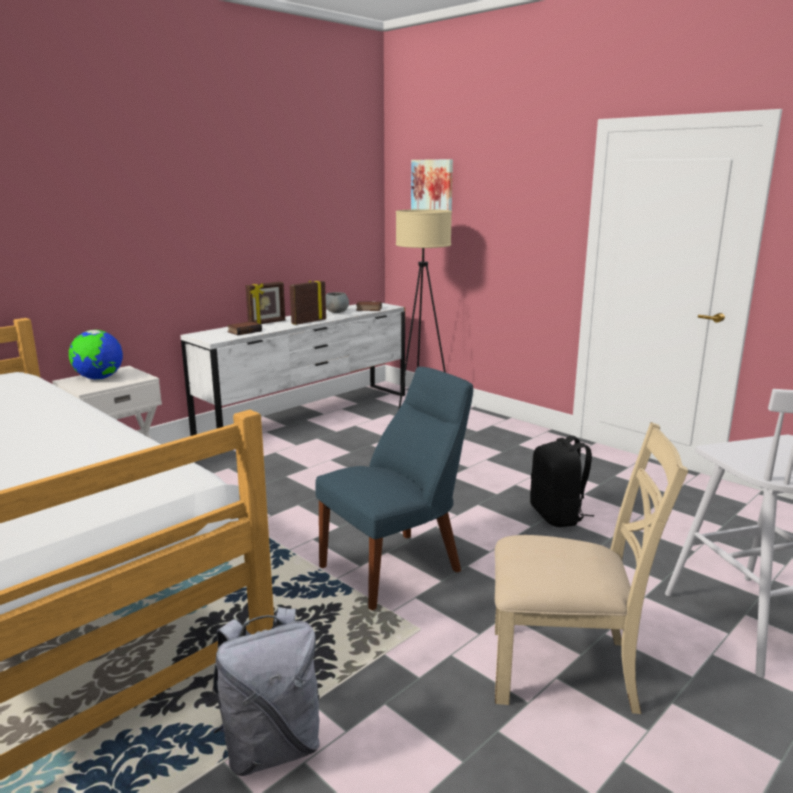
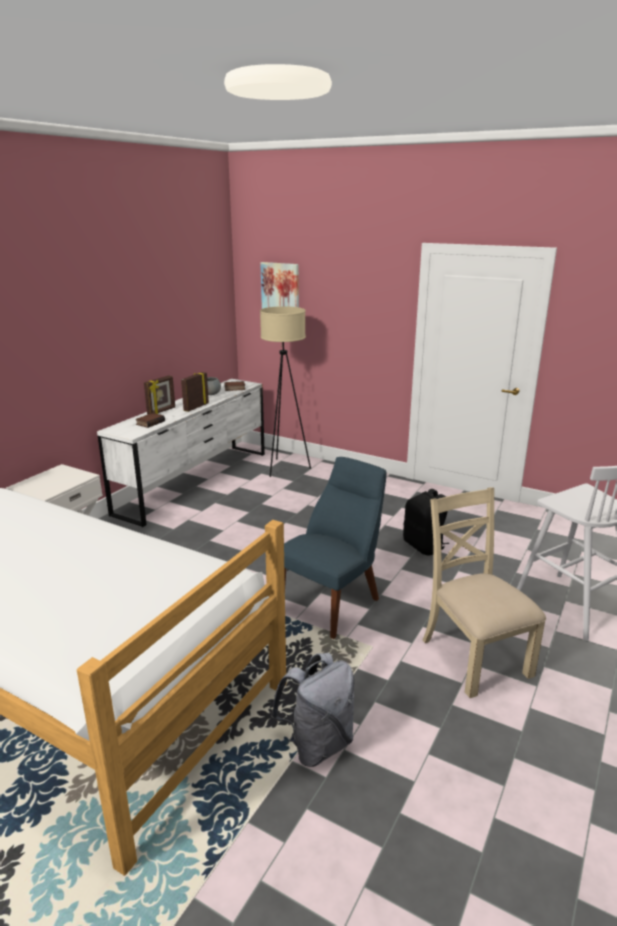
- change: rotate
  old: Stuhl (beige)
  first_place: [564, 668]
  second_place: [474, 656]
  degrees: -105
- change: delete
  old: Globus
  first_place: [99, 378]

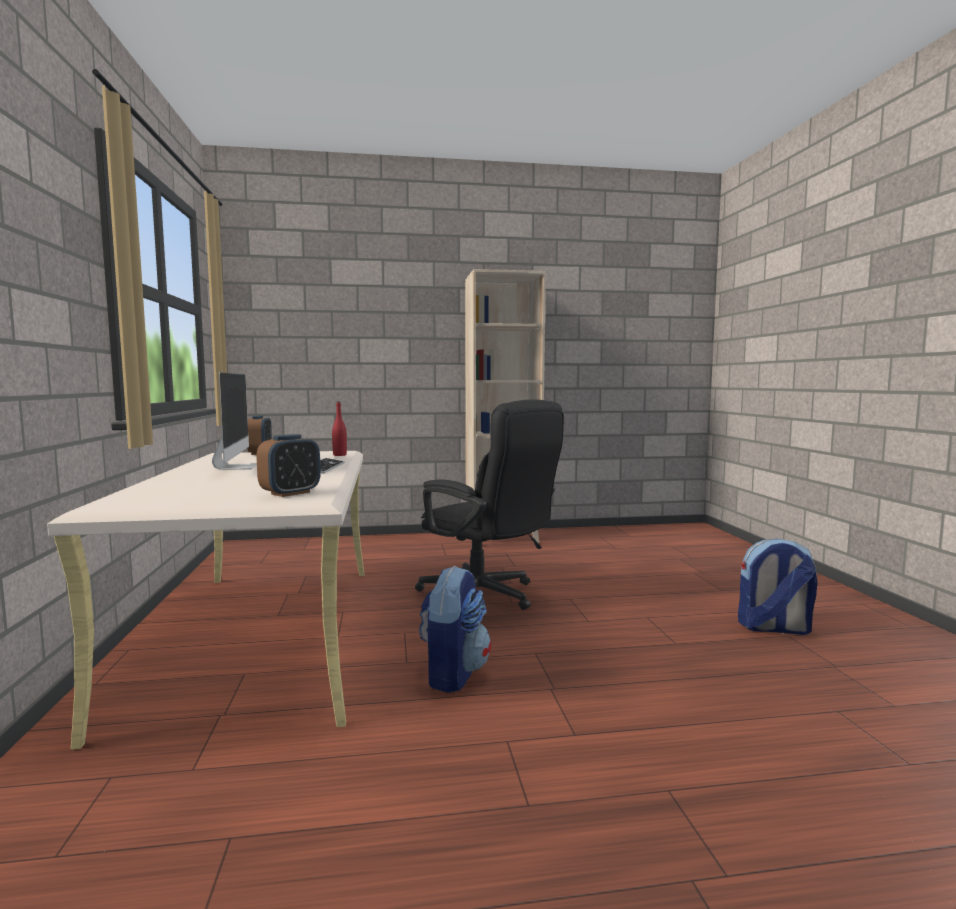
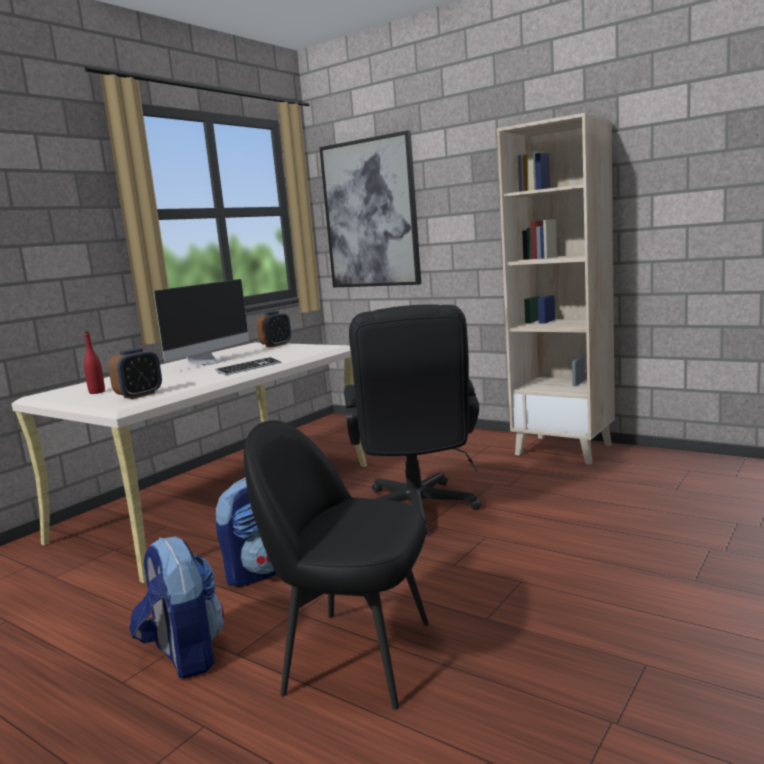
- change: move
  old: Flasche (rot)
  first_place: [339, 455]
  second_place: [97, 392]
- change: rotate
  old: Wecker
  first_place: [290, 493]
  second_place: [139, 395]
  degrees: -45
- change: move
  old: Rucksack
  first_place: [773, 628]
  second_place: [183, 655]
- change: insert
  new: Stuhl (schwarz)
  second_place: [354, 656]
- change: insert
  new: Bild
  second_place: [370, 214]

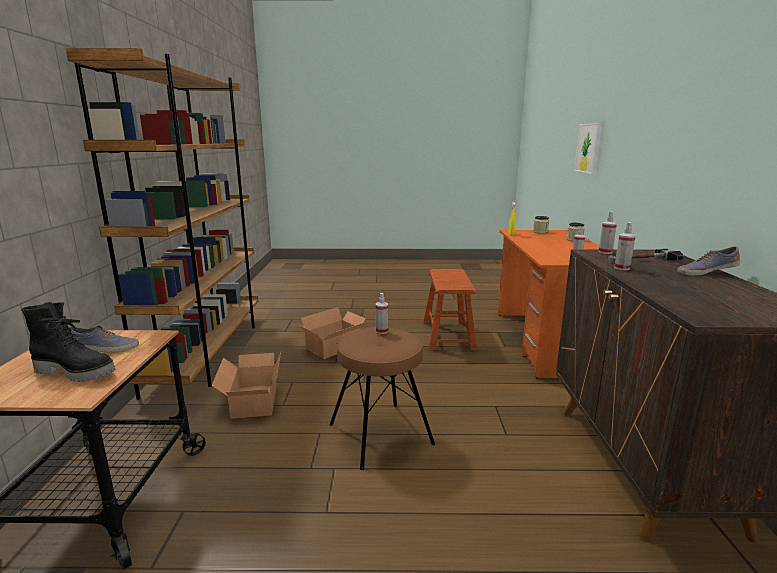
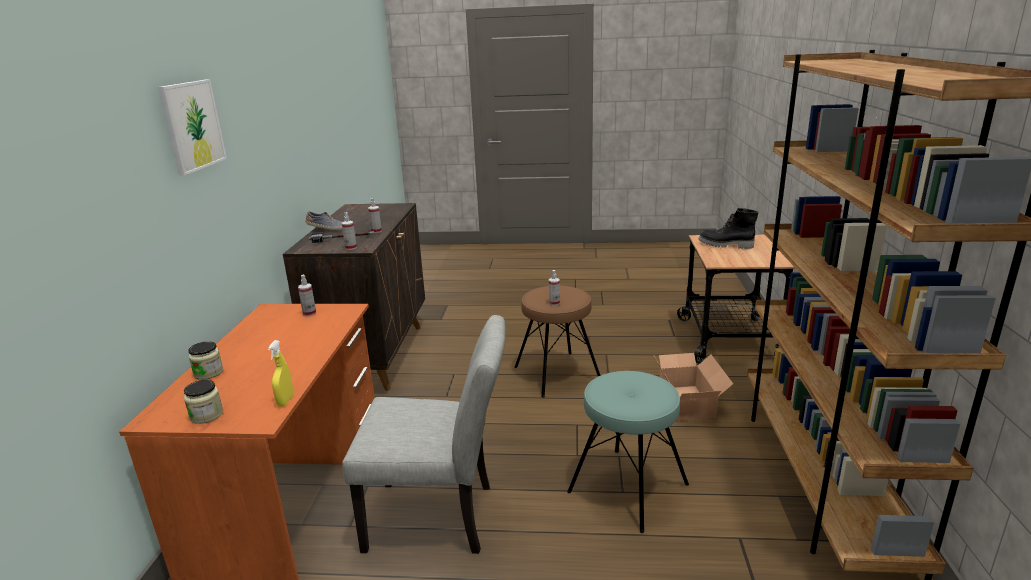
- change: move
  old: Bild
  first_place: [588, 148]
  second_place: [192, 126]
- change: replace
  old: Hocker (braun)
  new: Stuhl (grau)
  first_place: [448, 335]
  second_place: [441, 517]
- change: replace
  old: Karton
  new: Hocker (türkis)
  first_place: [335, 347]
  second_place: [628, 488]
- change: delete
  old: Schuh
  first_place: [103, 350]

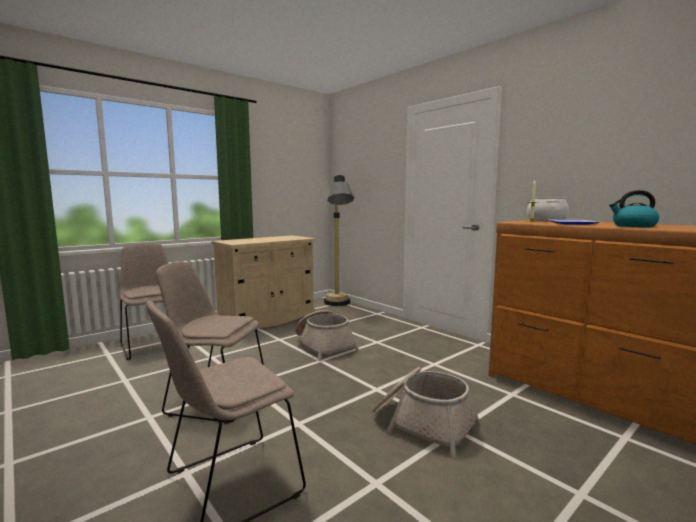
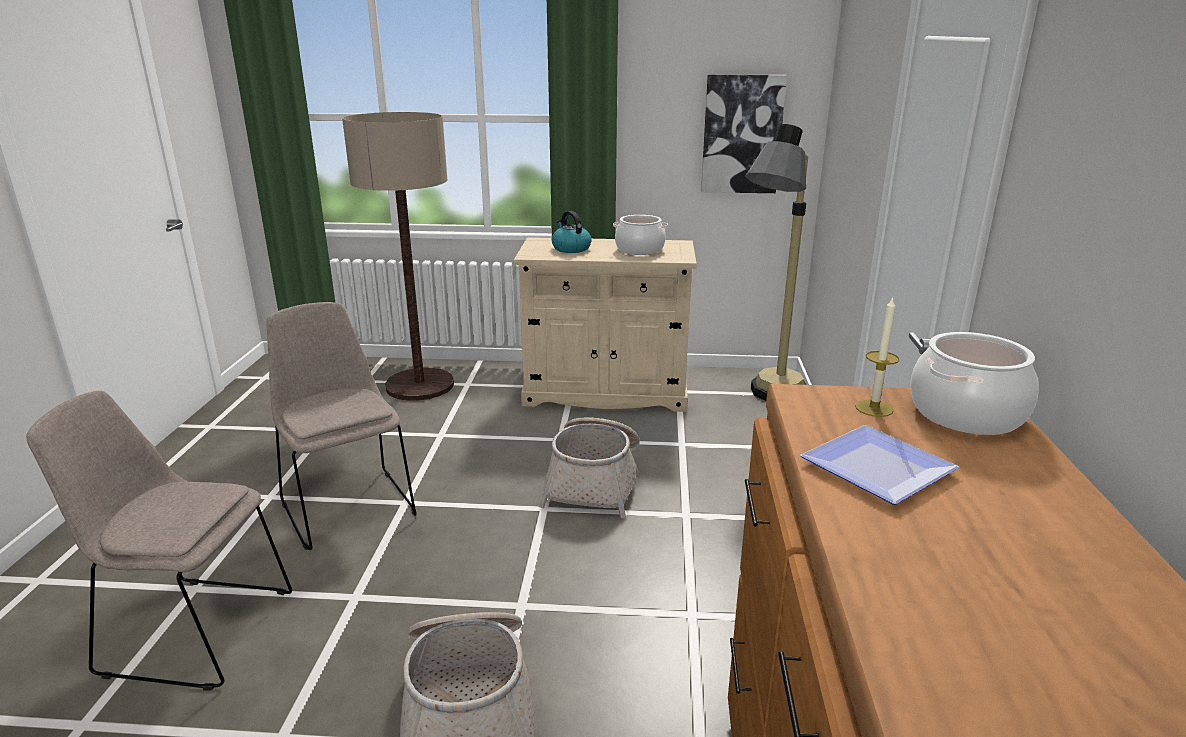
- change: replace
  old: Stuhl (beige)
  new: Stehlampe
  first_place: [154, 345]
  second_place: [420, 385]
- change: move
  old: Wasserkessel
  first_place: [633, 226]
  second_place: [570, 248]
- change: insert
  new: Kochtopf
  second_place: [640, 250]
- change: insert
  new: Bild
  second_place: [742, 134]

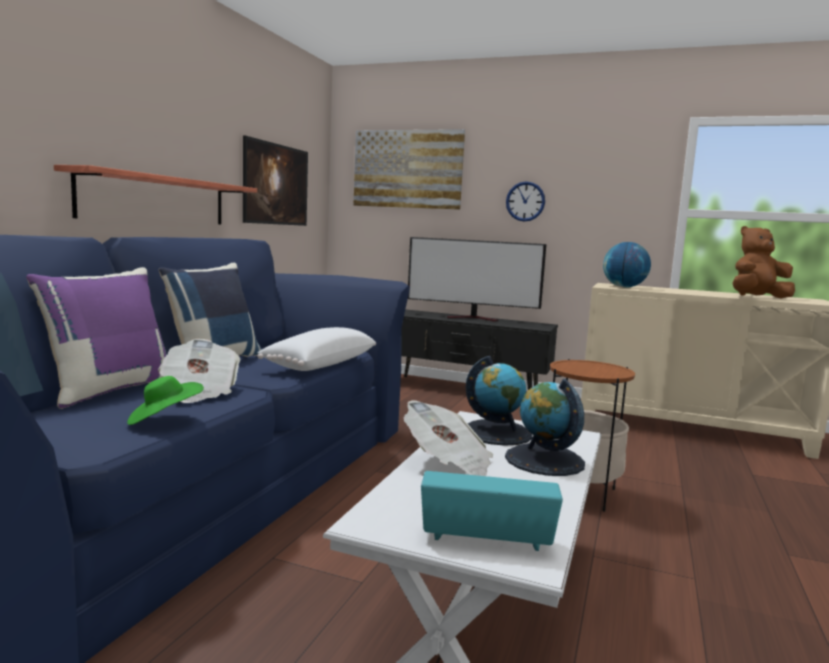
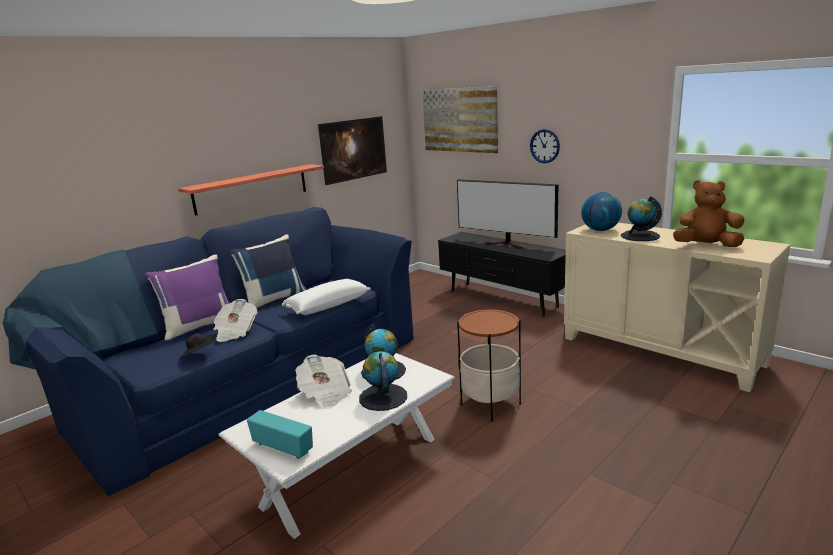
- change: recolor
  old: Hut (grün)
  new: Hut (schwarz)
  first_place: [164, 420]
  second_place: [198, 355]
- change: insert
  new: Globus
  second_place: [640, 236]

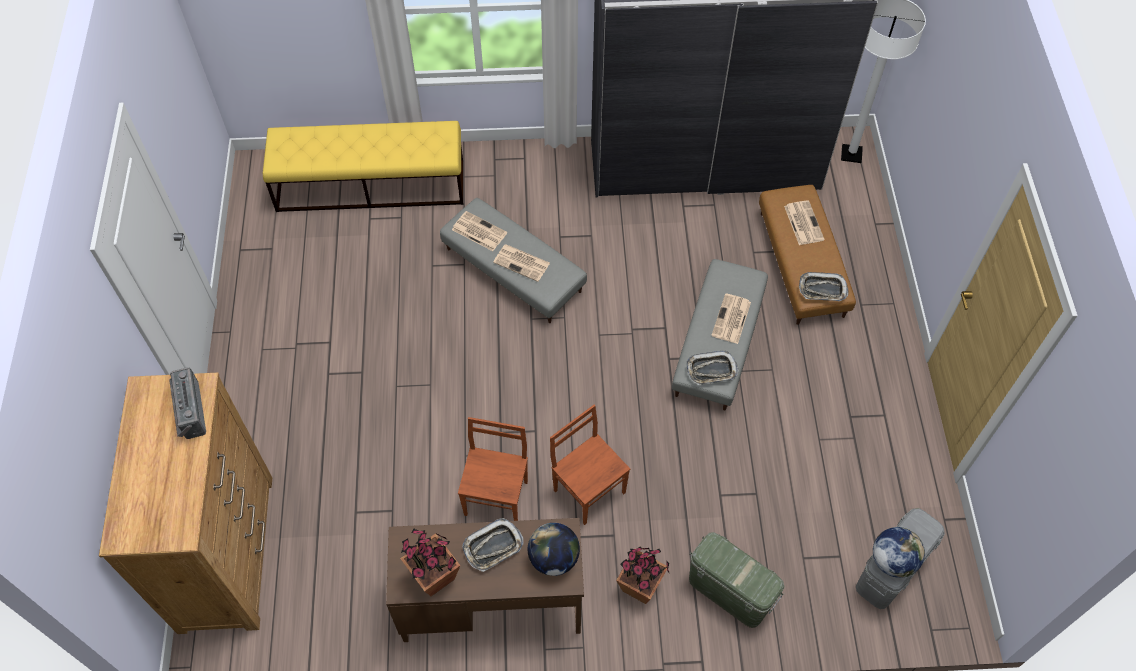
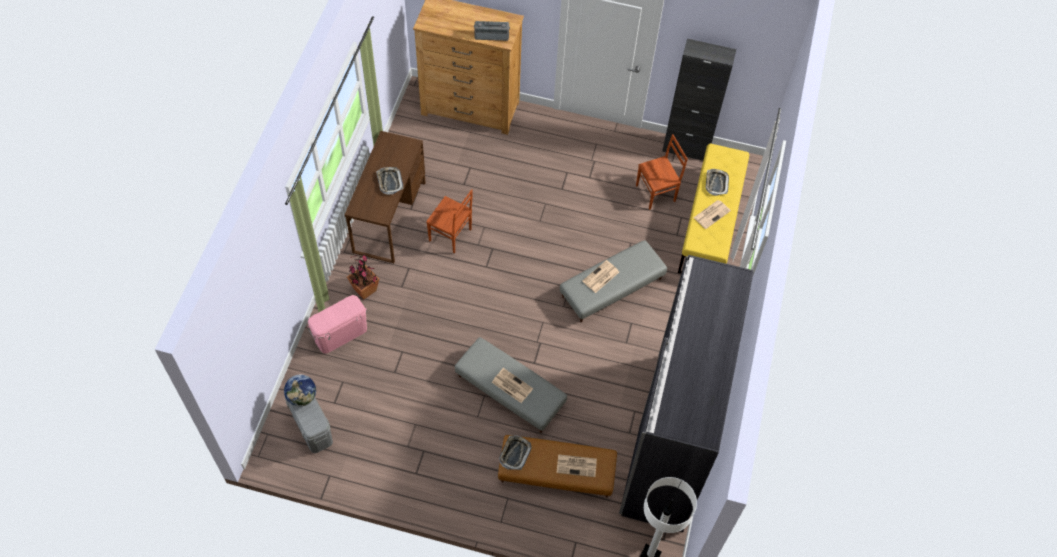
- change: recolor
  old: Aufbewahrungsbox (grün)
  new: Aufbewahrungsbox (rosa)
  first_place: [730, 592]
  second_place: [340, 334]
- change: move
  old: Stuhl (braun)
  first_place: [589, 490]
  second_place: [656, 193]
- change: insert
  new: Schrank (schwarz)
  second_place: [686, 149]
- change: move
  old: Zeitung
  first_place: [478, 231]
  second_place: [712, 214]
- change: move
  old: Tablett
  first_place: [711, 370]
  second_place: [716, 183]
- change: delete
  old: Topfpflanze
  first_place: [435, 577]
- change: delete
  old: Globus
  first_place: [554, 558]

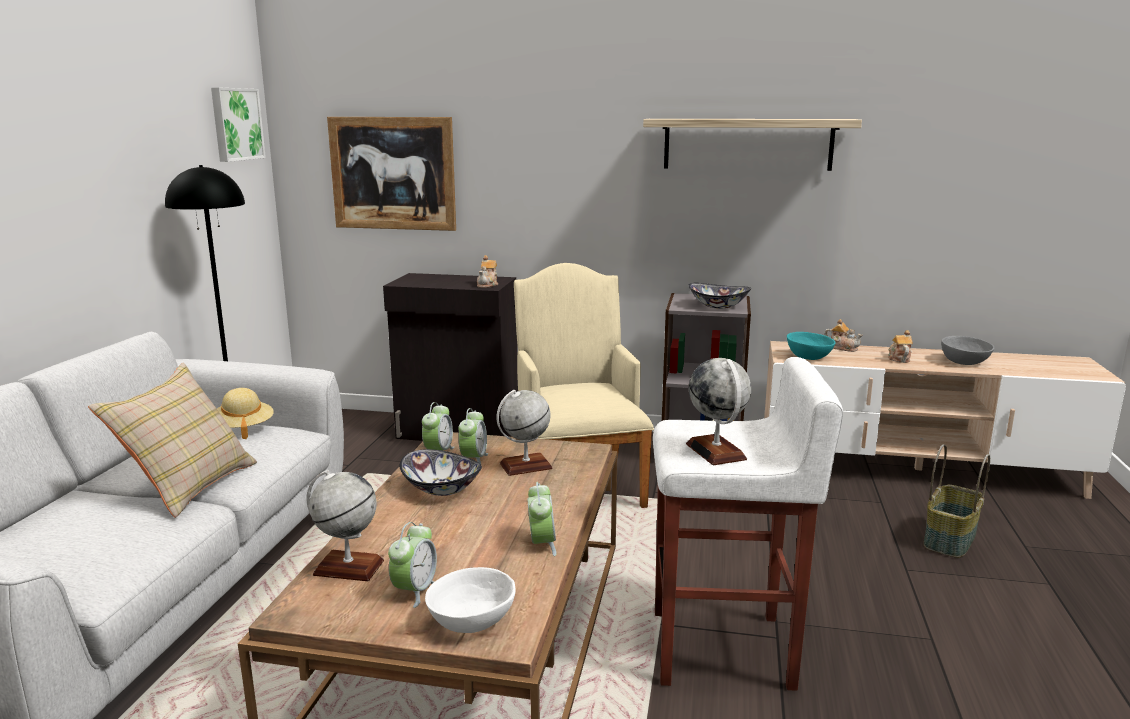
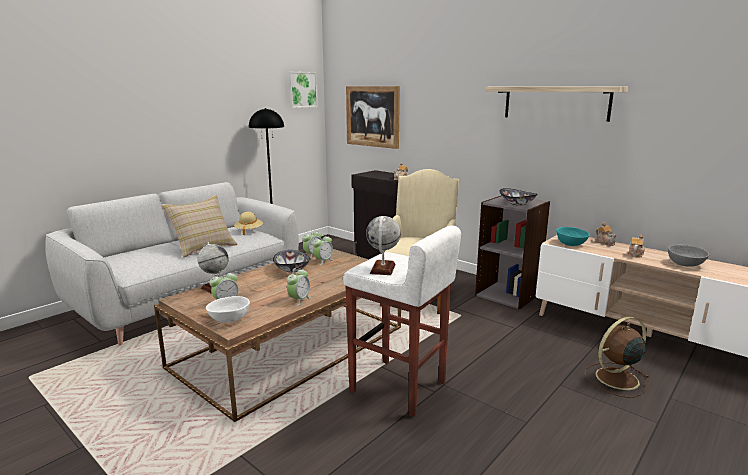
- change: replace
  old: Korb
  new: Ventilator (braun)
  first_place: [951, 540]
  second_place: [615, 379]
- change: delete
  old: Globus
  first_place: [525, 466]

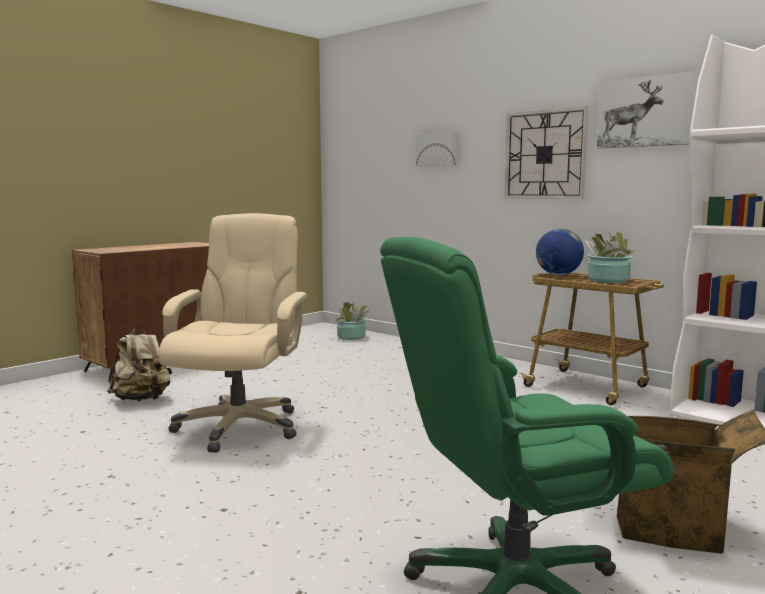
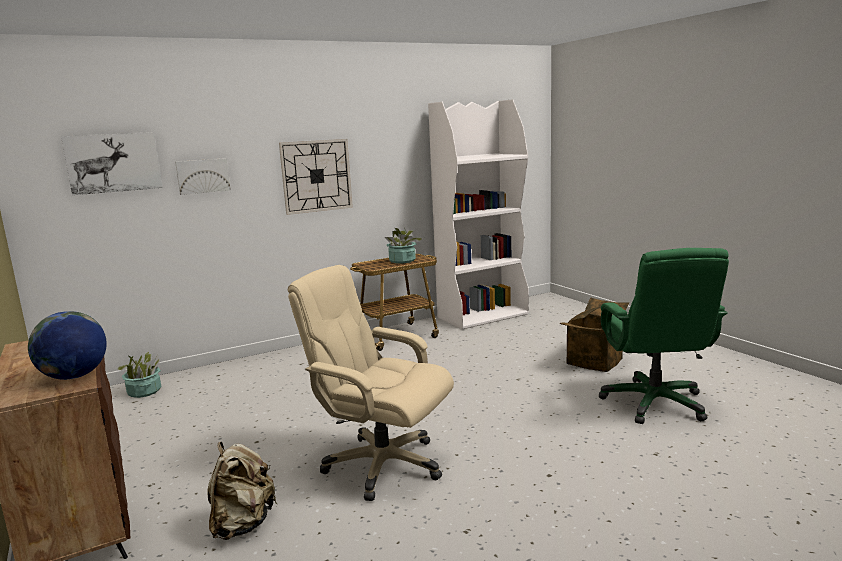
- change: move
  old: Globus
  first_place: [558, 274]
  second_place: [74, 376]
- change: move
  old: Bild
  first_place: [648, 112]
  second_place: [113, 163]

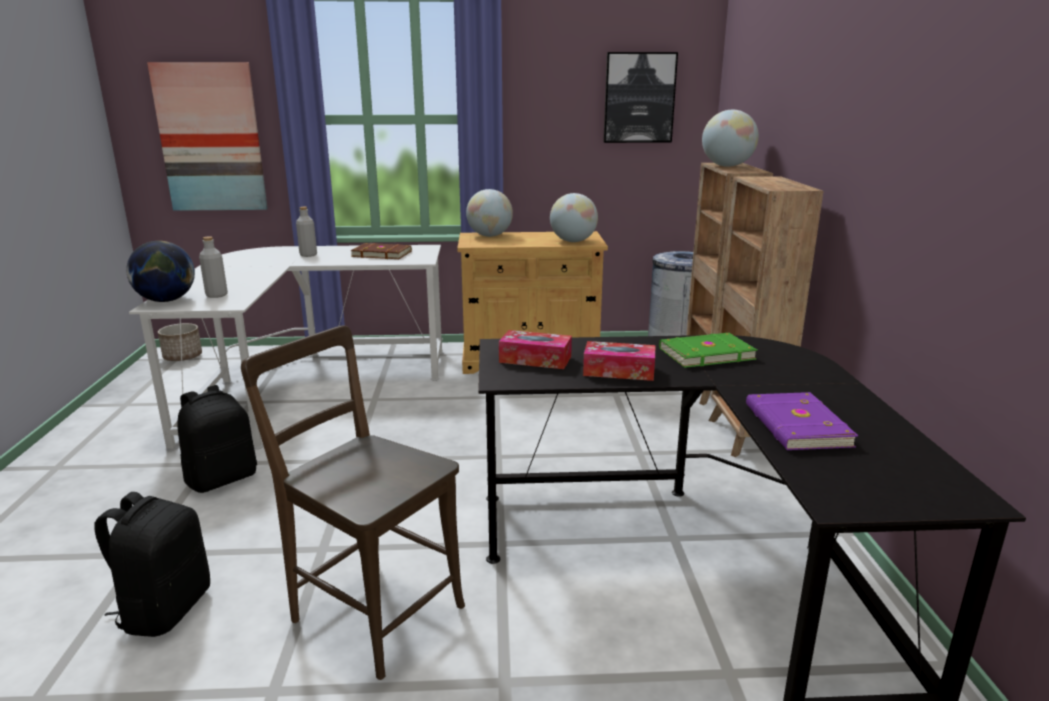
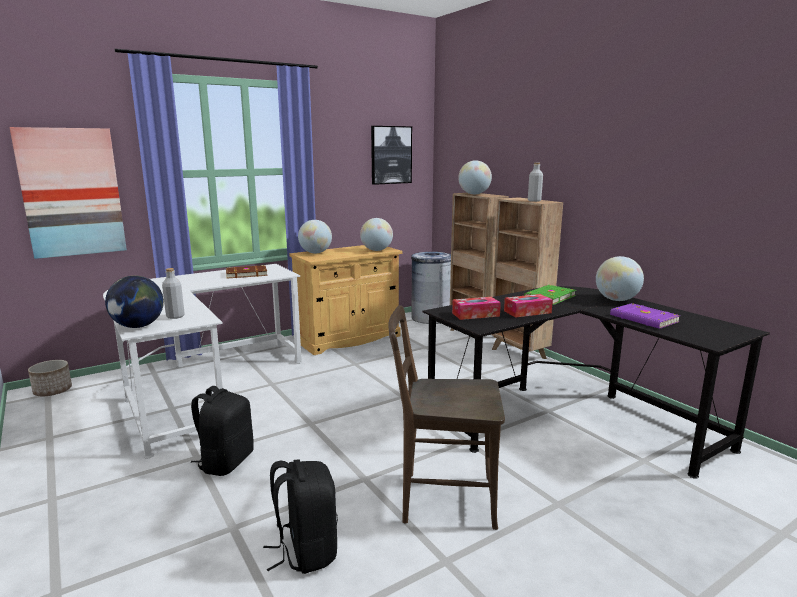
- change: move
  old: Flasche (grau)
  first_place: [308, 255]
  second_place: [534, 201]
- change: insert
  new: Globus
  second_place: [616, 300]

